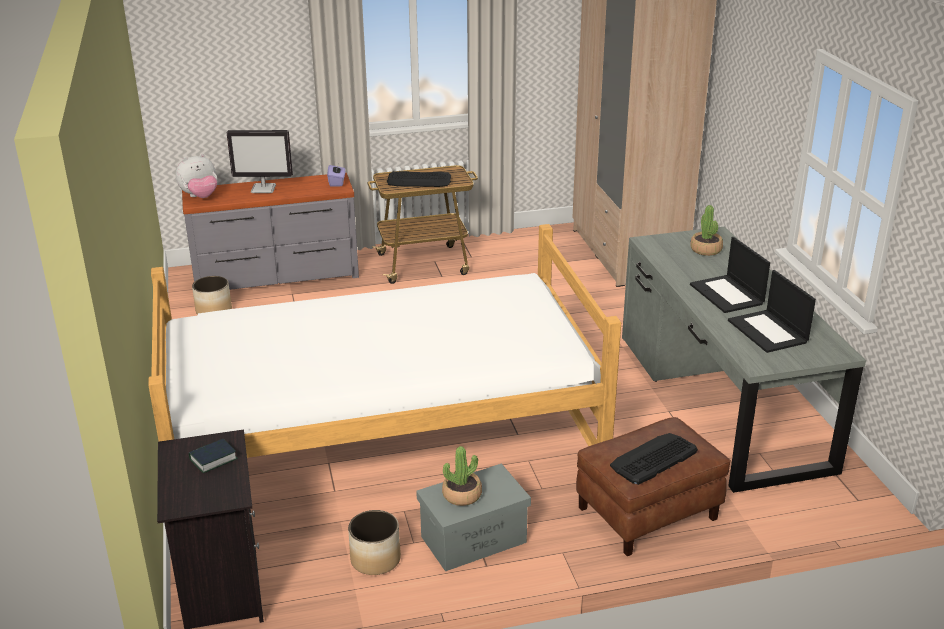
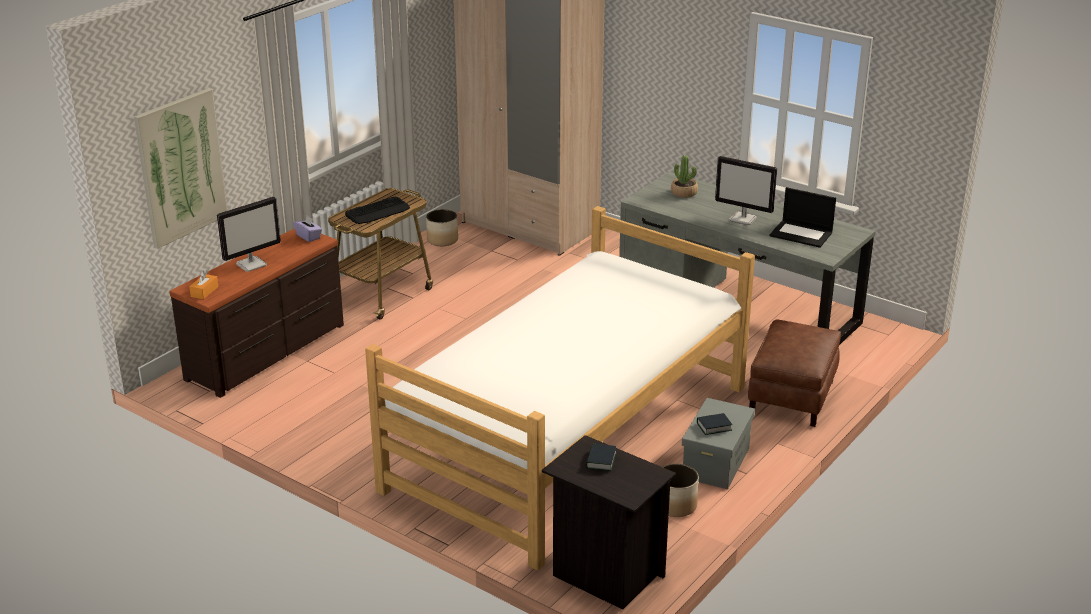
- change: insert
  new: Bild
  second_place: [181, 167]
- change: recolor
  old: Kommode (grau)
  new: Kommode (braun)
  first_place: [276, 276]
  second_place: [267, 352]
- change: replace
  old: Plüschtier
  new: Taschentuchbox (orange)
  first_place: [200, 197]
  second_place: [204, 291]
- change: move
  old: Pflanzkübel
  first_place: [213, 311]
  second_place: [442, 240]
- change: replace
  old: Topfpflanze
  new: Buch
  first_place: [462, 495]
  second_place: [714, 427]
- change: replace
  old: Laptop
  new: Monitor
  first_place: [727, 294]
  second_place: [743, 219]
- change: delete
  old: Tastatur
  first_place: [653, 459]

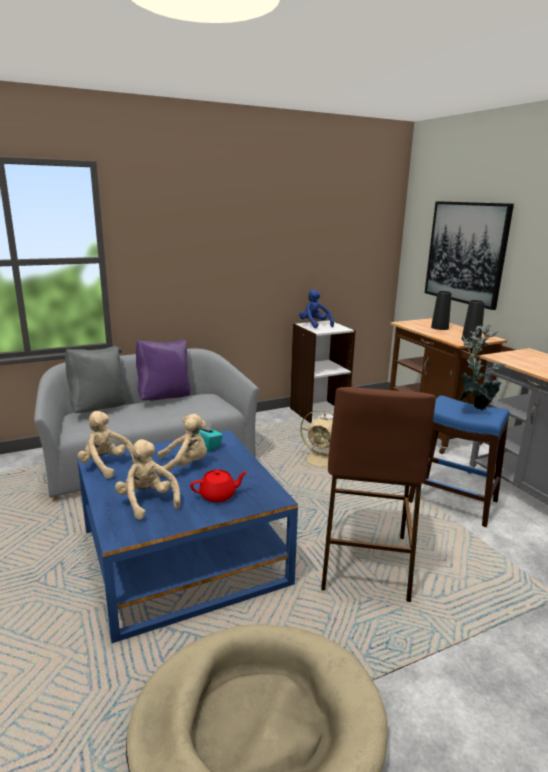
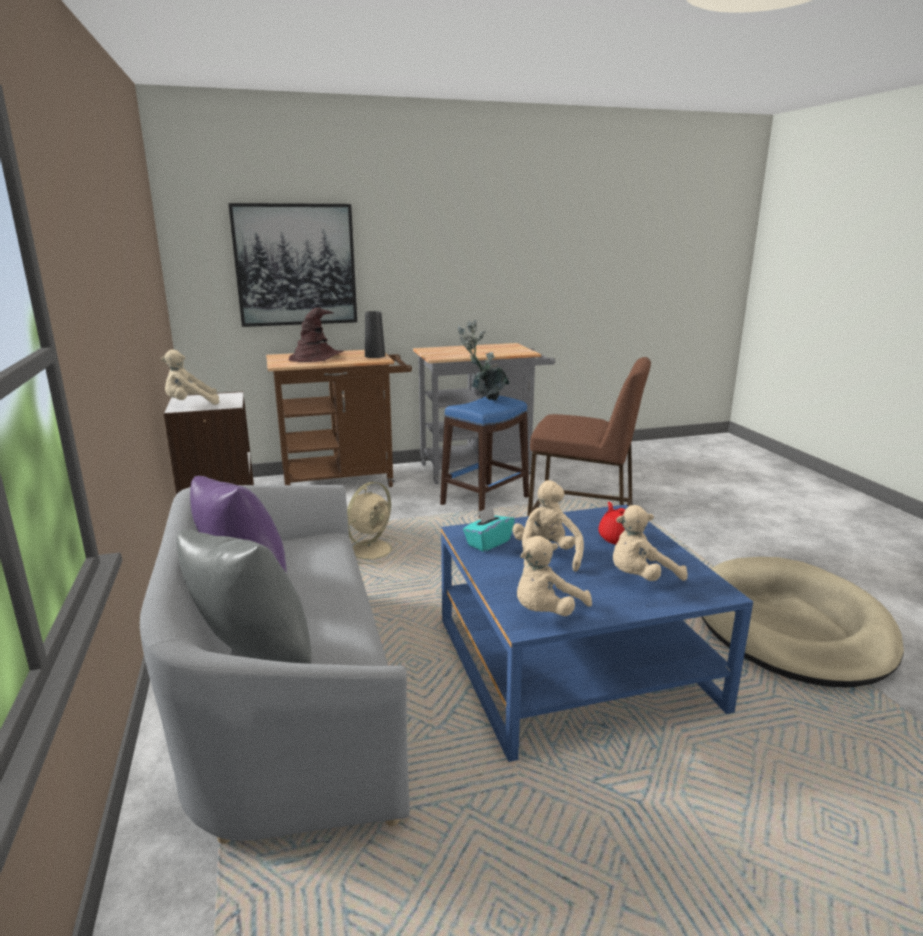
- change: recolor
  old: Plüschtier (blau)
  new: Plüschtier (beige)
  first_place: [314, 325]
  second_place: [190, 404]
- change: replace
  old: Vase (schwarz)
  new: Hut (braun)
  first_place: [439, 327]
  second_place: [316, 357]

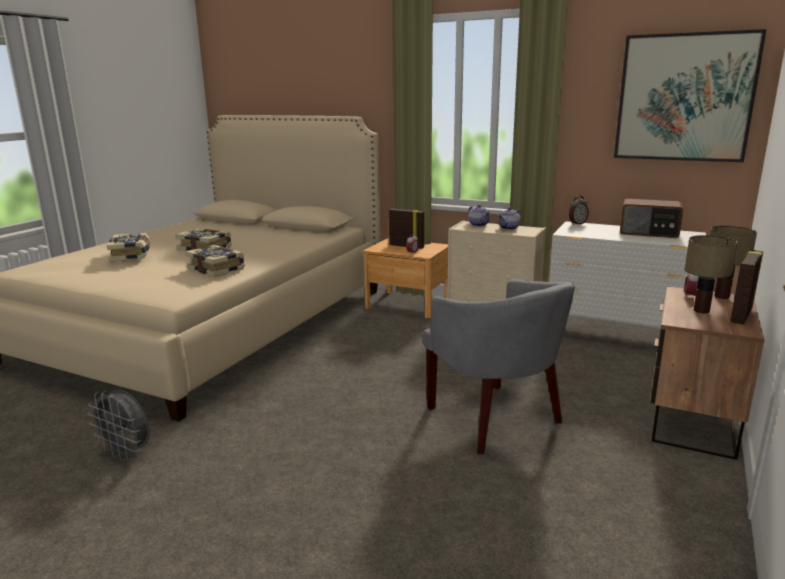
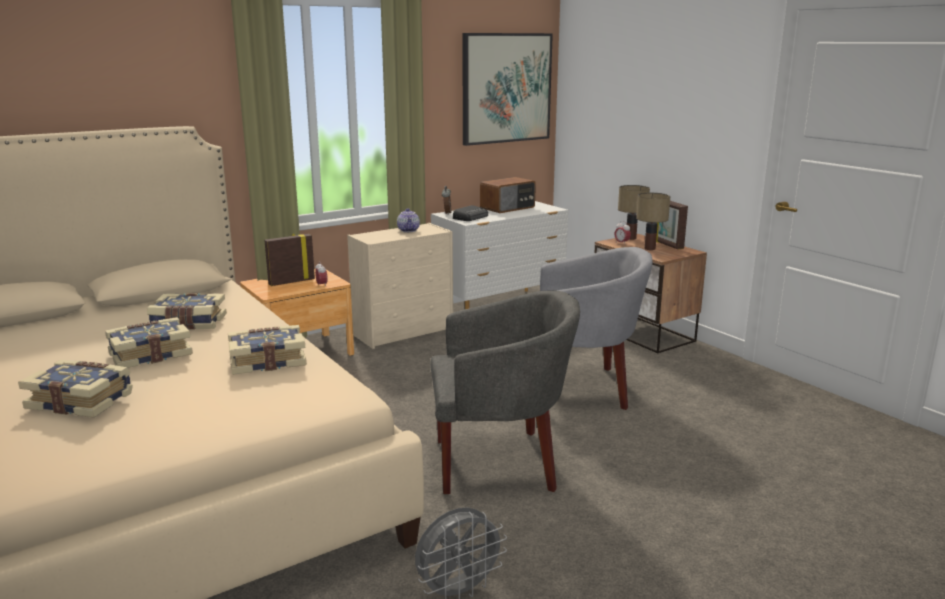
- change: insert
  new: Buch
  second_place: [188, 323]
- change: insert
  new: Sessel (grau)
  second_place: [500, 462]
- change: insert
  new: Radio
  second_place: [471, 217]
- change: delete
  old: Teekanne
  first_place: [479, 225]

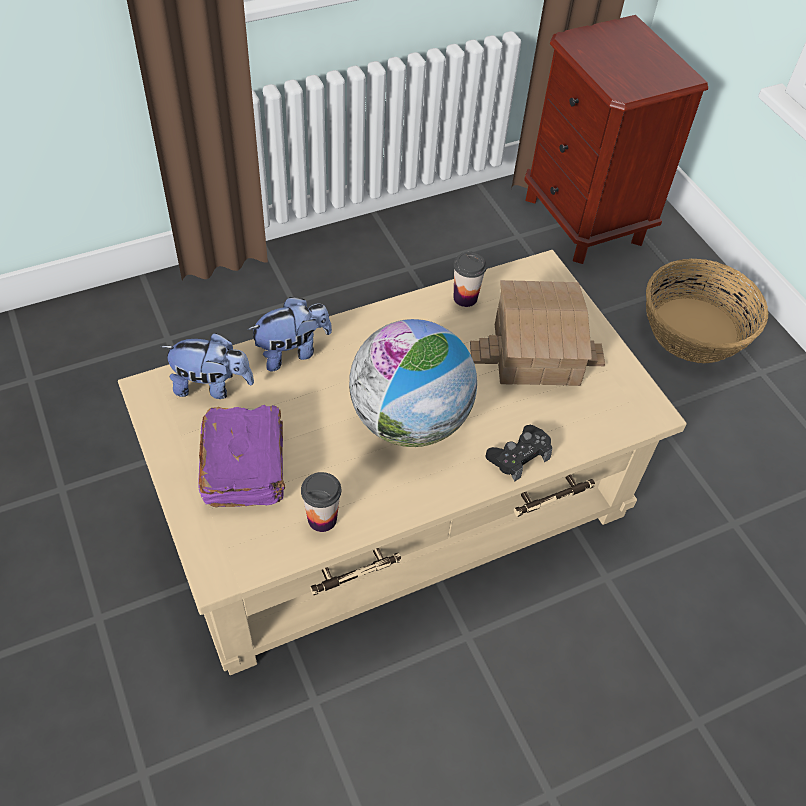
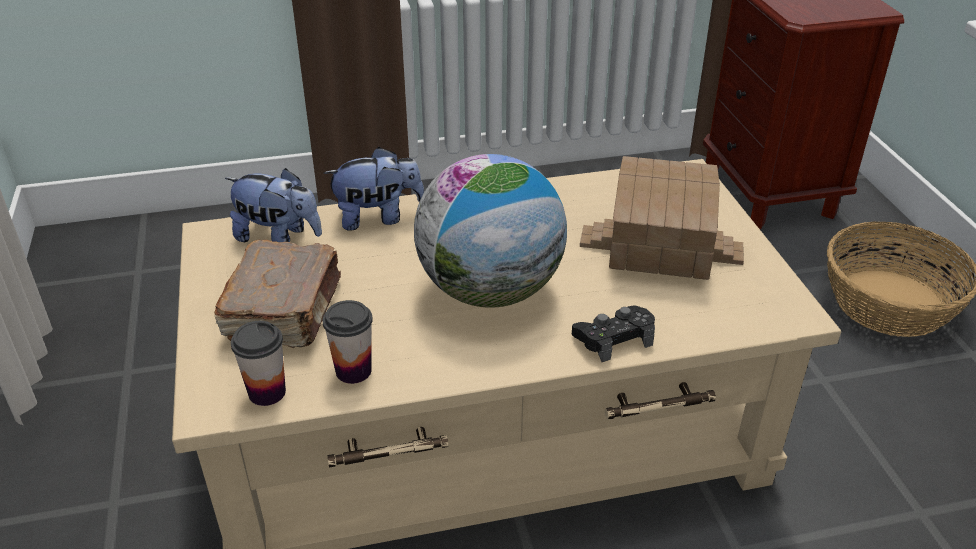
- change: recolor
  old: Buch (lila)
  new: Buch (braun)
  first_place: [246, 466]
  second_place: [285, 311]
- change: move
  old: Tasse
  first_place: [465, 298]
  second_place: [267, 392]

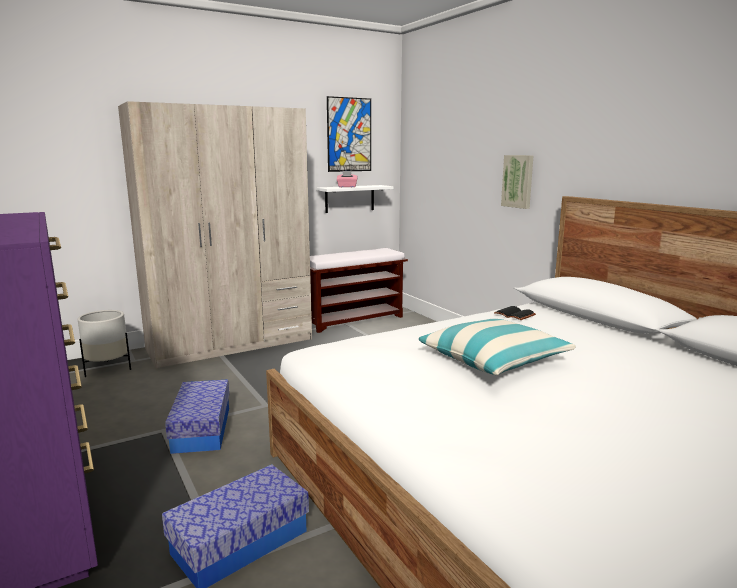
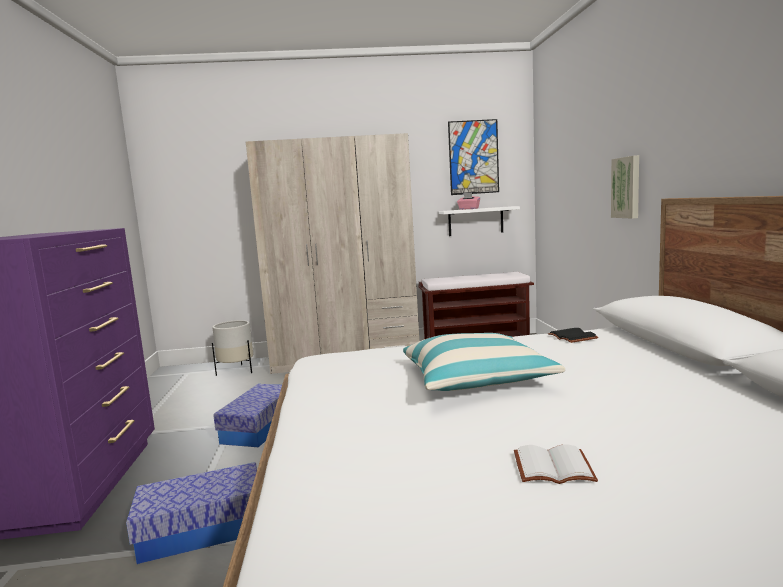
- change: insert
  new: Buch (weiß)
  second_place: [552, 469]

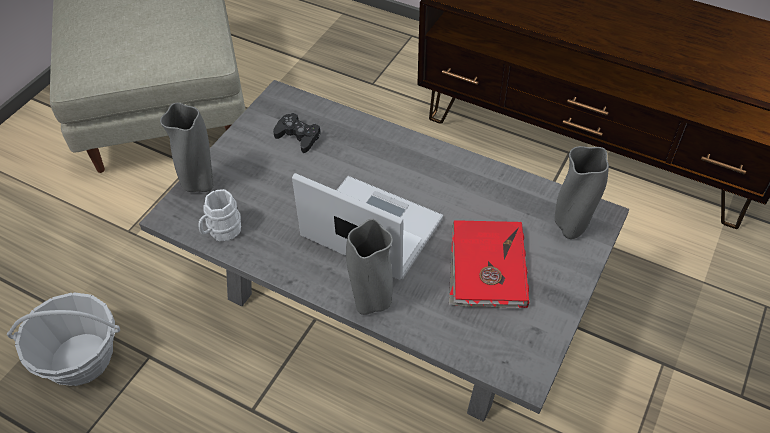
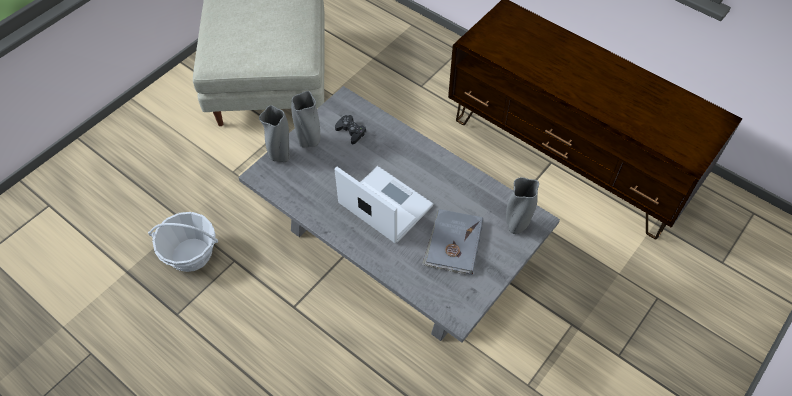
- change: move
  old: Vase (grau)
  first_place: [372, 303]
  second_place: [309, 142]
- change: recolor
  old: Buch (rot)
  new: Buch (grau)
  first_place: [486, 267]
  second_place: [453, 243]
- change: delete
  old: Henkelbecher (weiß)
  first_place: [221, 231]

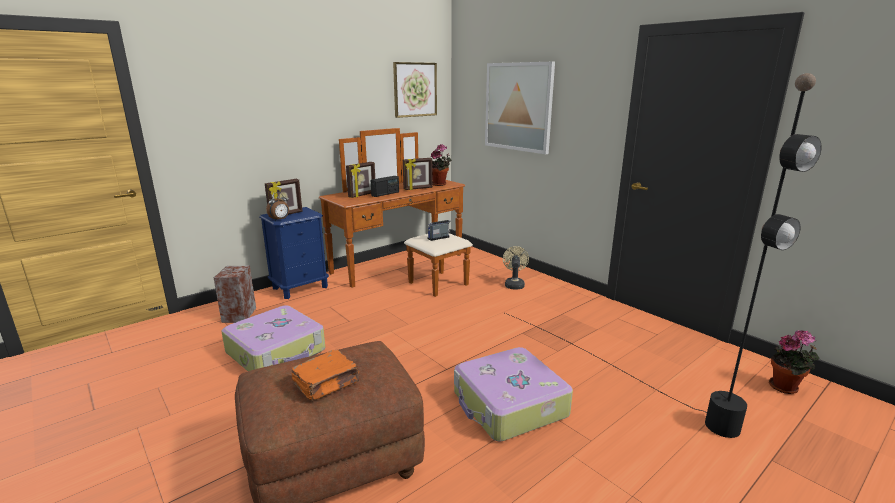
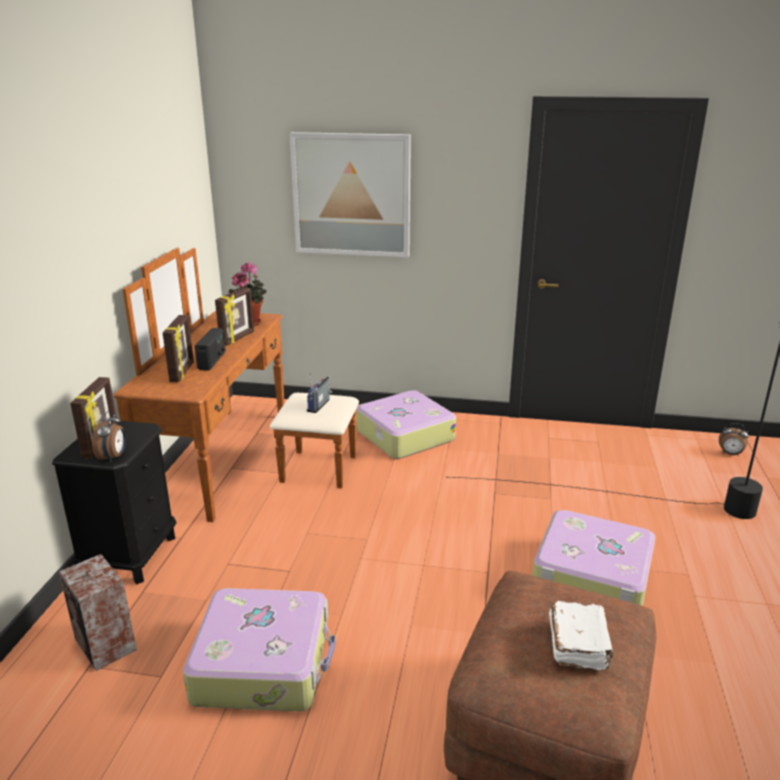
- change: recolor
  old: Nachttisch (blau)
  new: Nachttisch (schwarz)
  first_place: [300, 287]
  second_place: [131, 555]
- change: replace
  old: Ventilator (beige)
  new: Koffer
  first_place: [514, 284]
  second_place: [404, 435]
- change: recolor
  old: Buch (orange)
  new: Buch (weiß)
  first_place: [327, 384]
  second_place: [579, 645]
- change: replace
  old: Topfpflanze
  new: Wecker
  first_place: [786, 388]
  second_place: [730, 454]
- change: delete
  old: Bild
  first_place: [415, 89]

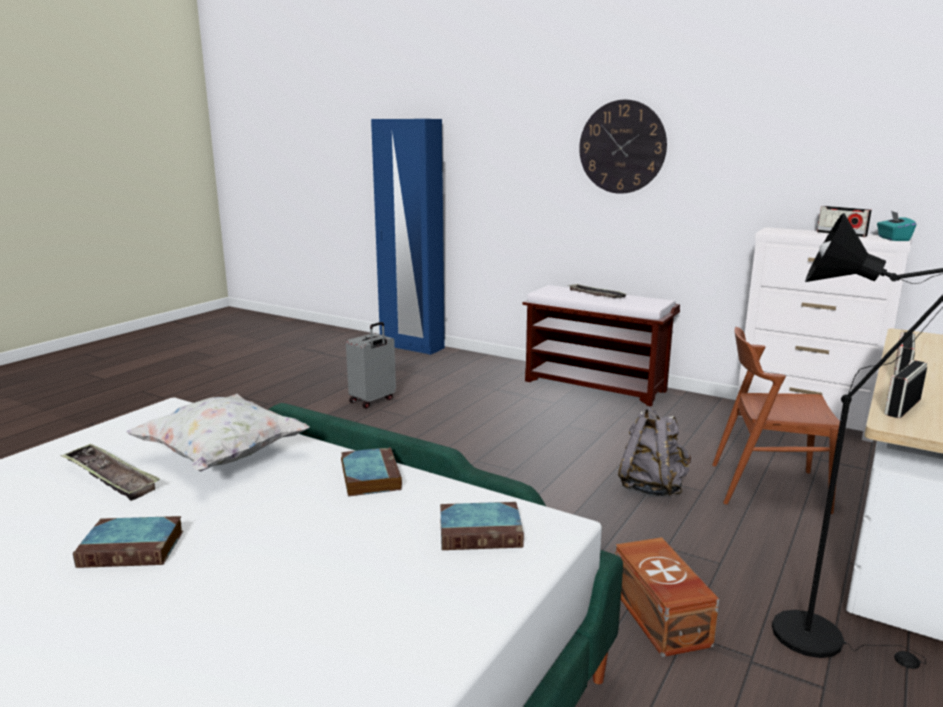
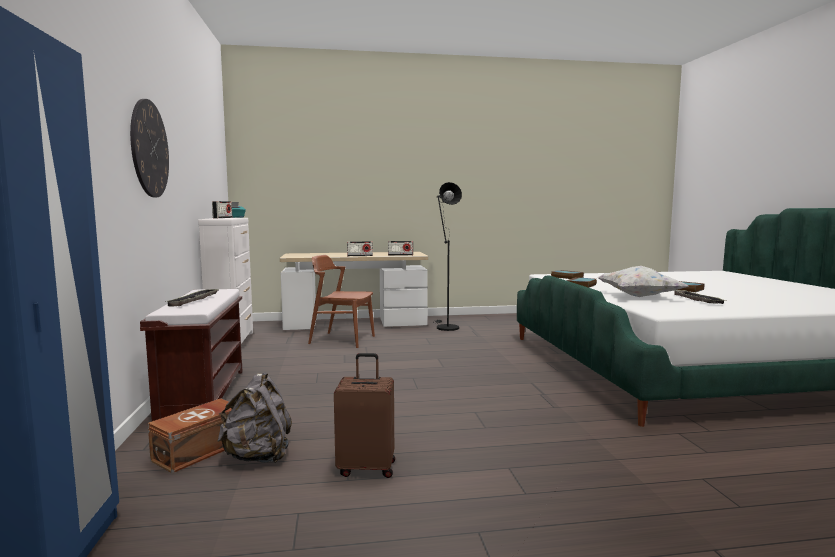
- change: move
  old: Aufbewahrungsbox (braun)
  first_place: [659, 617]
  second_place: [201, 451]
- change: move
  old: Rucksack (grau)
  first_place: [652, 487]
  second_place: [258, 456]
- change: rotate
  old: Stuhl (braun)
  first_place: [768, 487]
  second_place: [342, 340]
  degrees: 135
- change: recolor
  old: Koffer (grau)
  new: Koffer (braun)
  first_place: [373, 401]
  second_place: [367, 468]

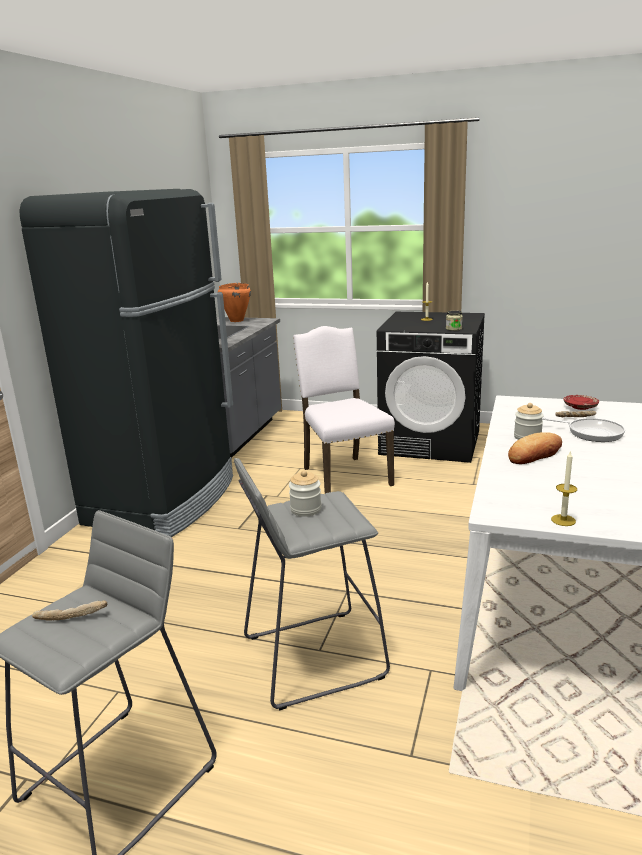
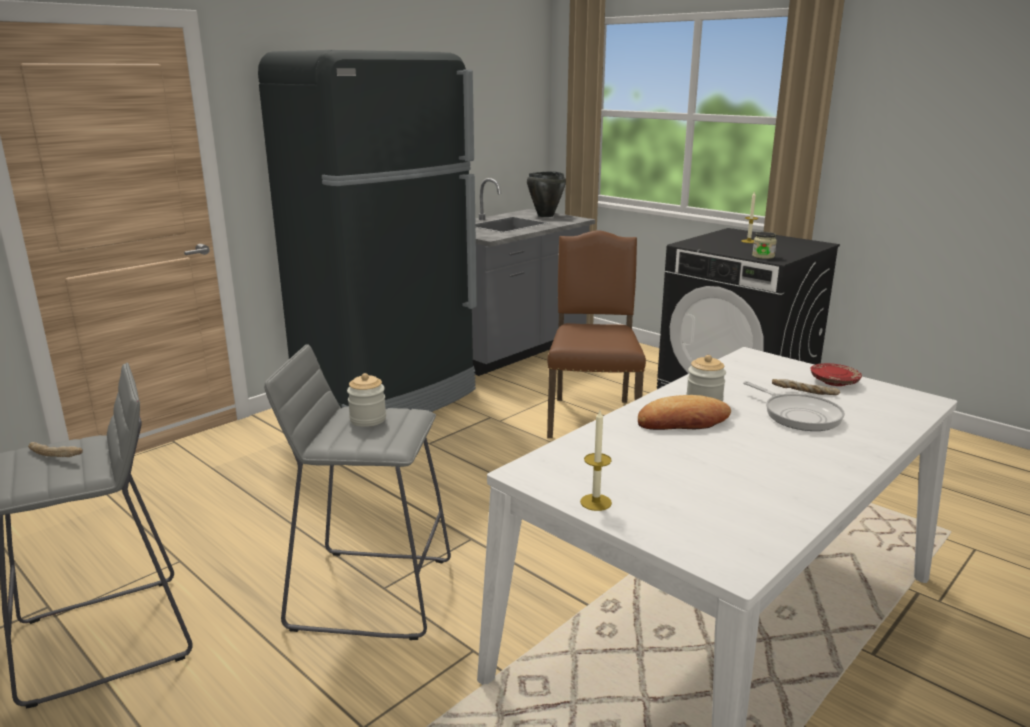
- change: recolor
  old: Kochtopf (orange)
  new: Kochtopf (schwarz)
  first_place: [236, 320]
  second_place: [545, 215]
- change: recolor
  old: Stuhl (weiß)
  new: Stuhl (braun)
  first_place: [343, 476]
  second_place: [592, 417]

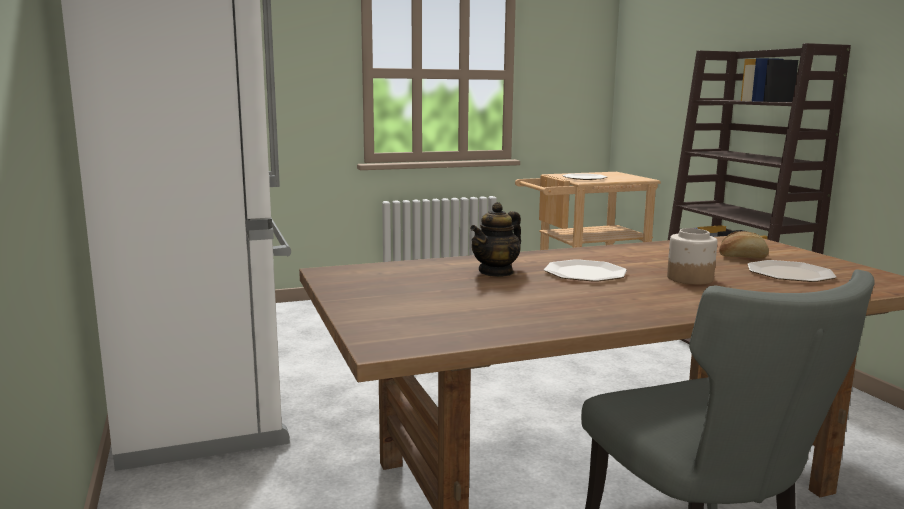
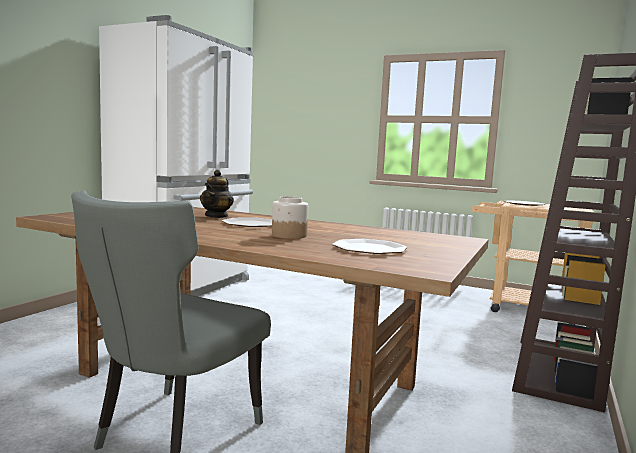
- change: rotate
  old: Teekanne
  first_place: [496, 272]
  second_place: [217, 216]
  degrees: -75
- change: delete
  old: Brot
  first_place: [742, 257]

